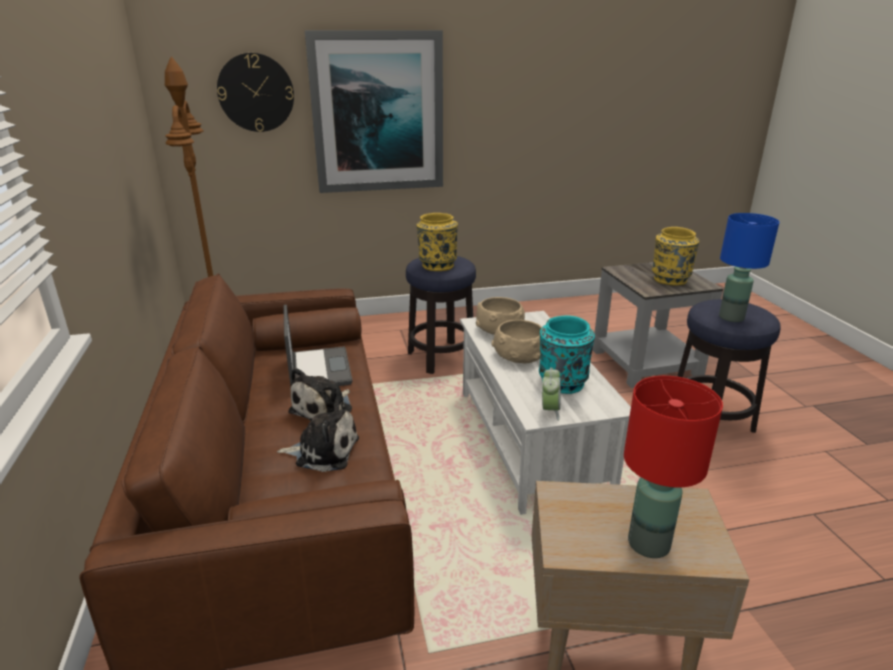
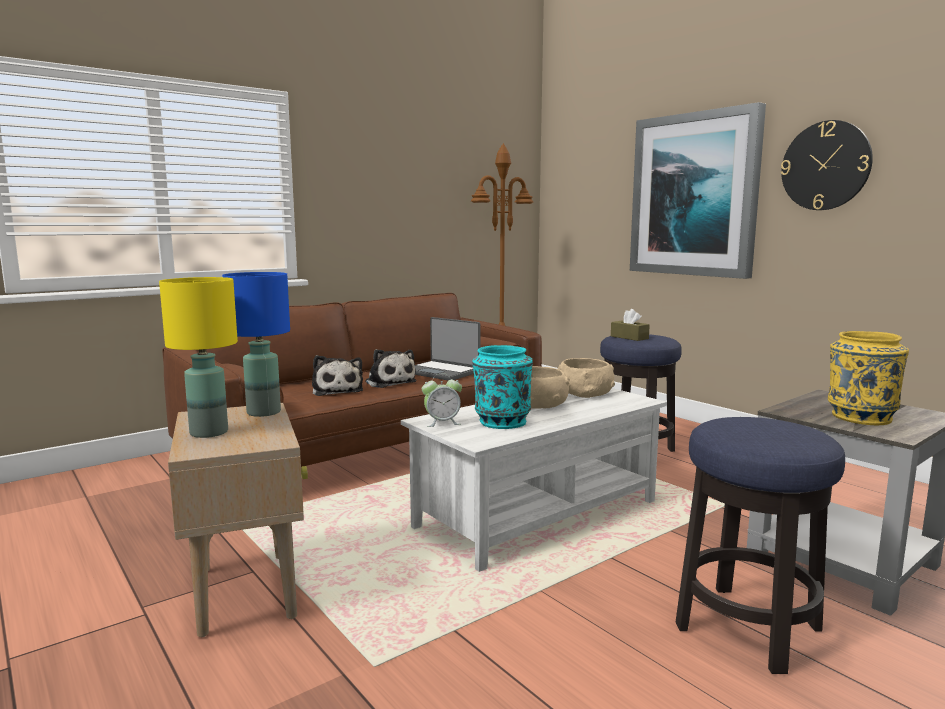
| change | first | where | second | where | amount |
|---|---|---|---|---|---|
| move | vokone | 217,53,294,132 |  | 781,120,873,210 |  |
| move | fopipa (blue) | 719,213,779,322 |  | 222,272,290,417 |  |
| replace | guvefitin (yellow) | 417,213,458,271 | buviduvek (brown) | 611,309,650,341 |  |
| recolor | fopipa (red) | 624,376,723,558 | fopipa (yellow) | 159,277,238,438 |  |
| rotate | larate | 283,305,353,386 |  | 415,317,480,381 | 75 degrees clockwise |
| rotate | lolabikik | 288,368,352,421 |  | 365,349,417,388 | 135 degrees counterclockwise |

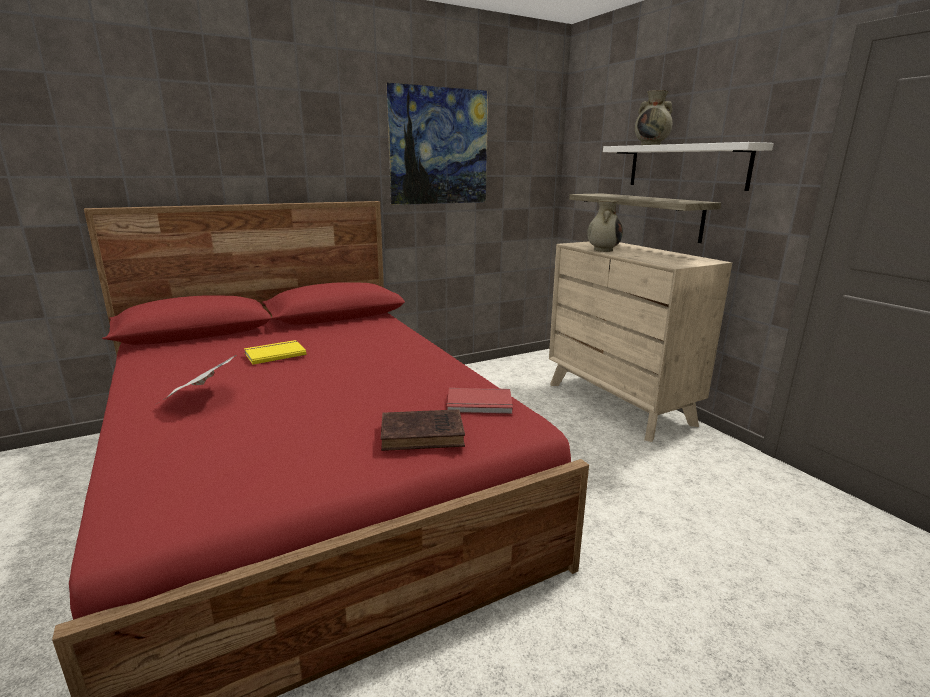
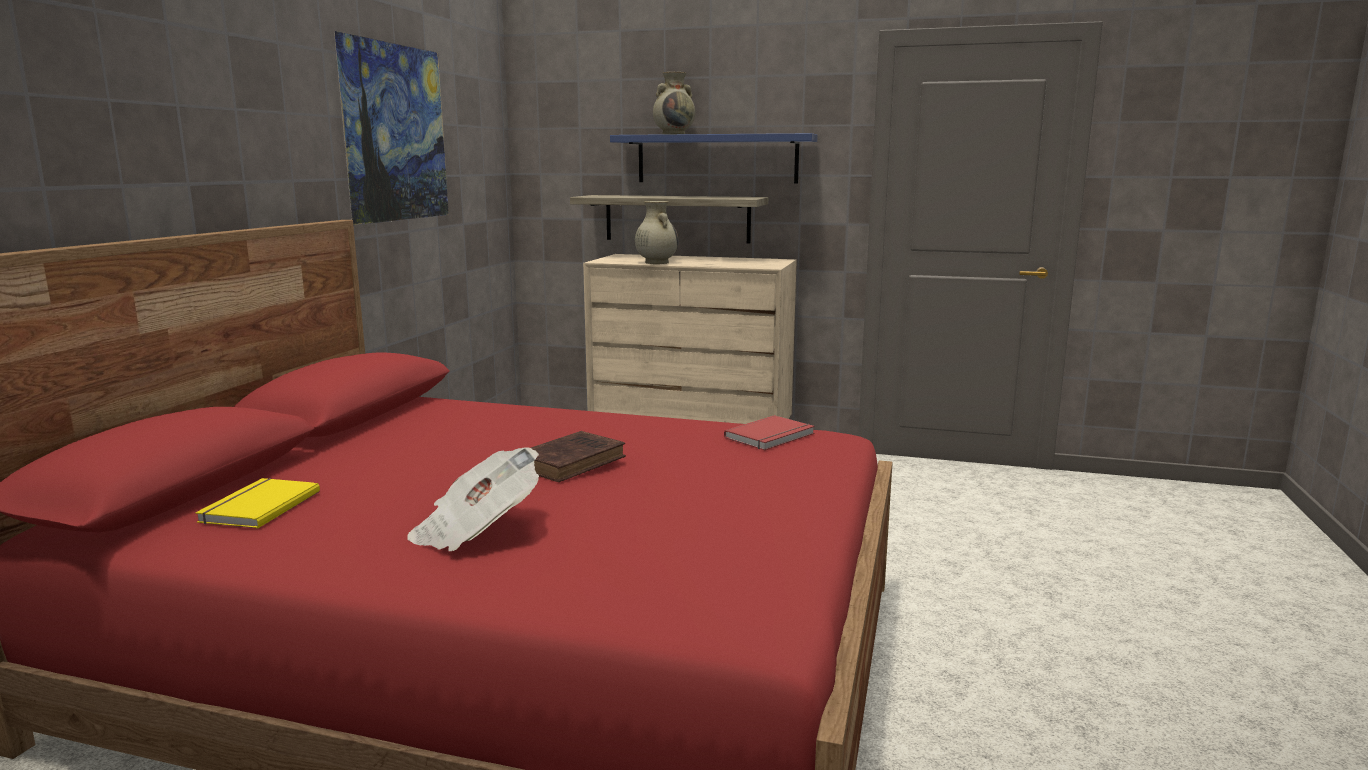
| change | first | where | second | where | amount |
|---|---|---|---|---|---|
| move | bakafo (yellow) | 244,340,306,365 |  | 195,478,320,529 |  |
| move | bakafo (brown) | 381,409,465,451 |  | 531,431,626,482 |  |
| recolor | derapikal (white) | 603,142,774,191 | derapikal (blue) | 610,133,818,183 |  |

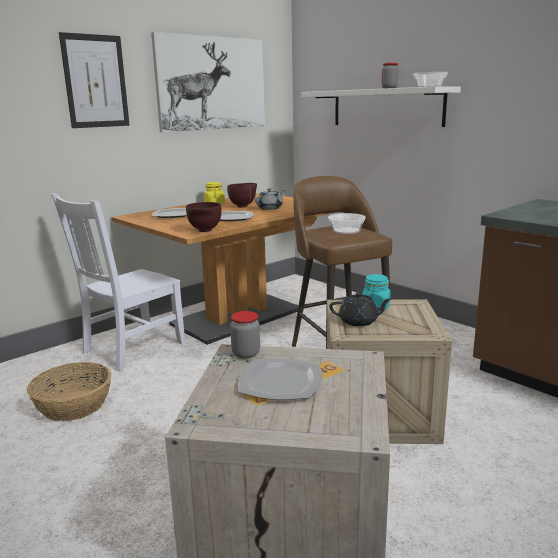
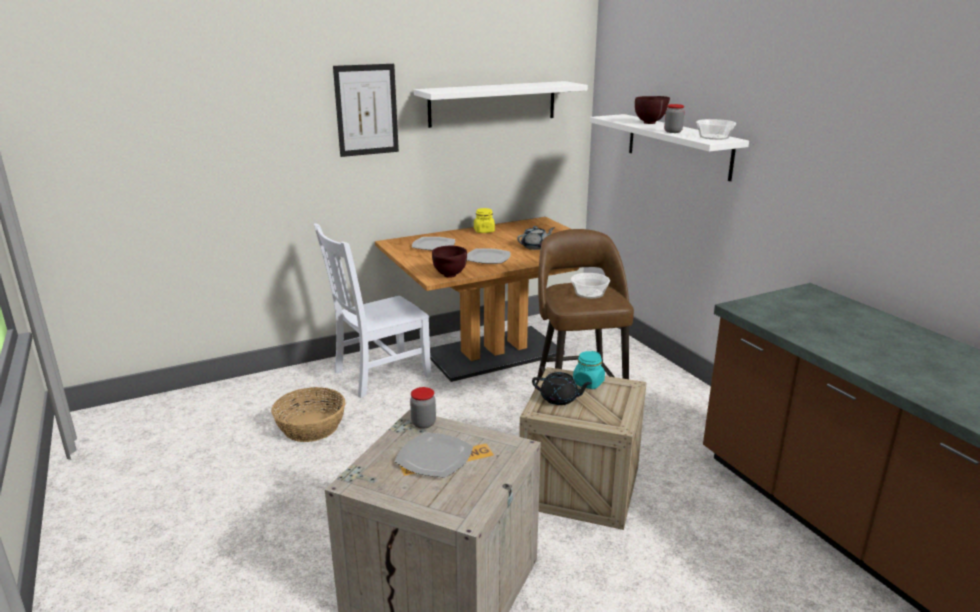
| change | first | where | second | where | amount |
|---|---|---|---|---|---|
| move | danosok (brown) | 227,183,257,208 |  | 635,96,670,124 |  |
| replace | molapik | 151,32,265,133 | derapikal (white) | 414,81,588,128 |  |

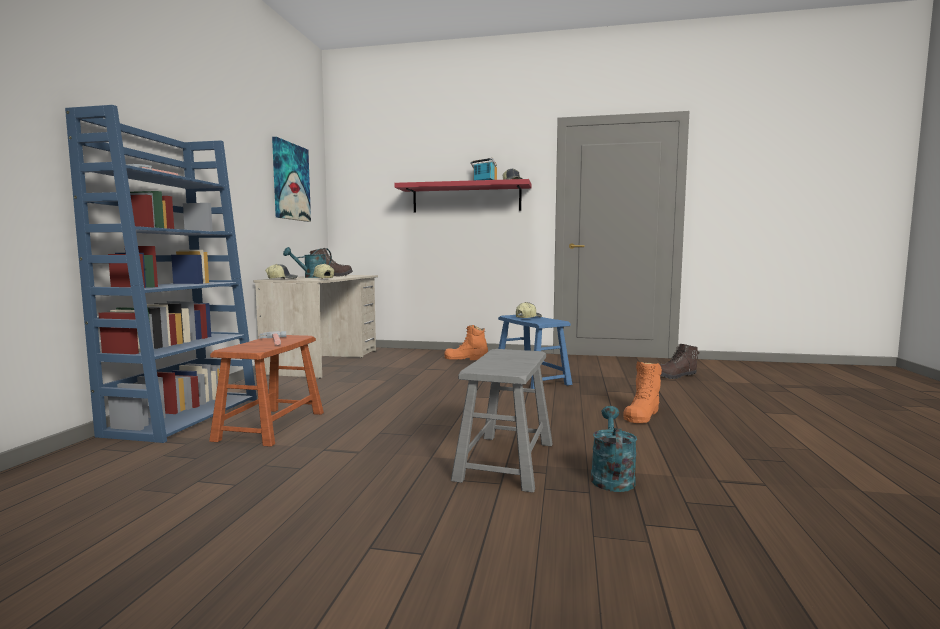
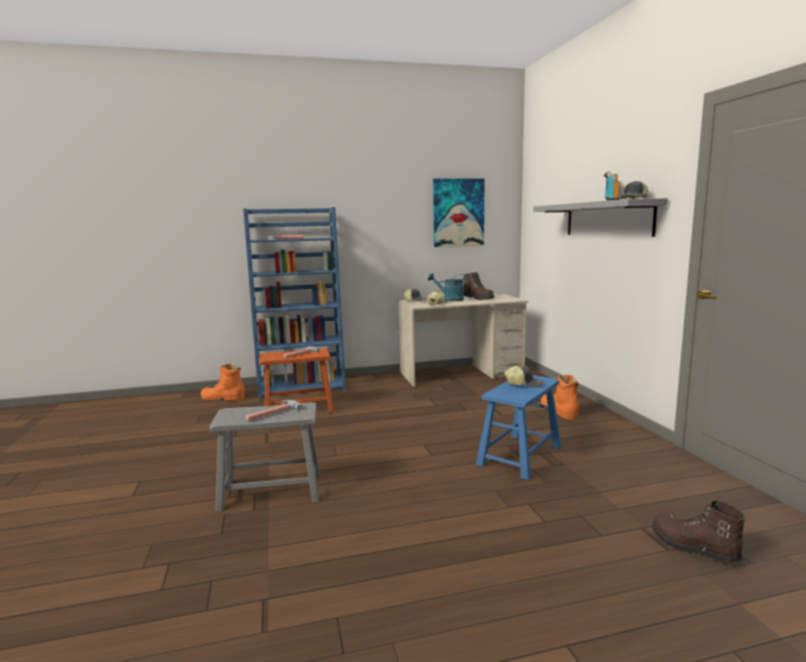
| change | first | where | second | where | amount |
|---|---|---|---|---|---|
| delete | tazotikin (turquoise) | 591,406,637,492 |  |  |  |
| insert |  |  | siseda | 246,400,303,421 |  |
| move | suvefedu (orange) | 623,361,662,423 |  | 201,364,245,401 |  |
| recolor | derapikal (red) | 394,179,531,212 | derapikal (grey) | 533,198,668,237 |  |

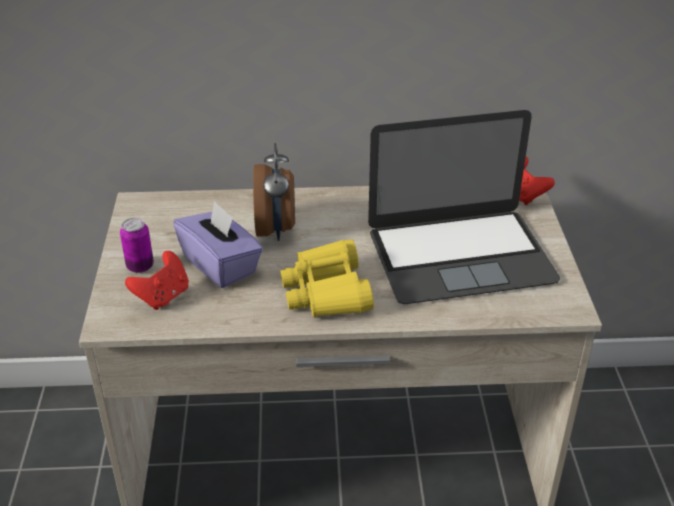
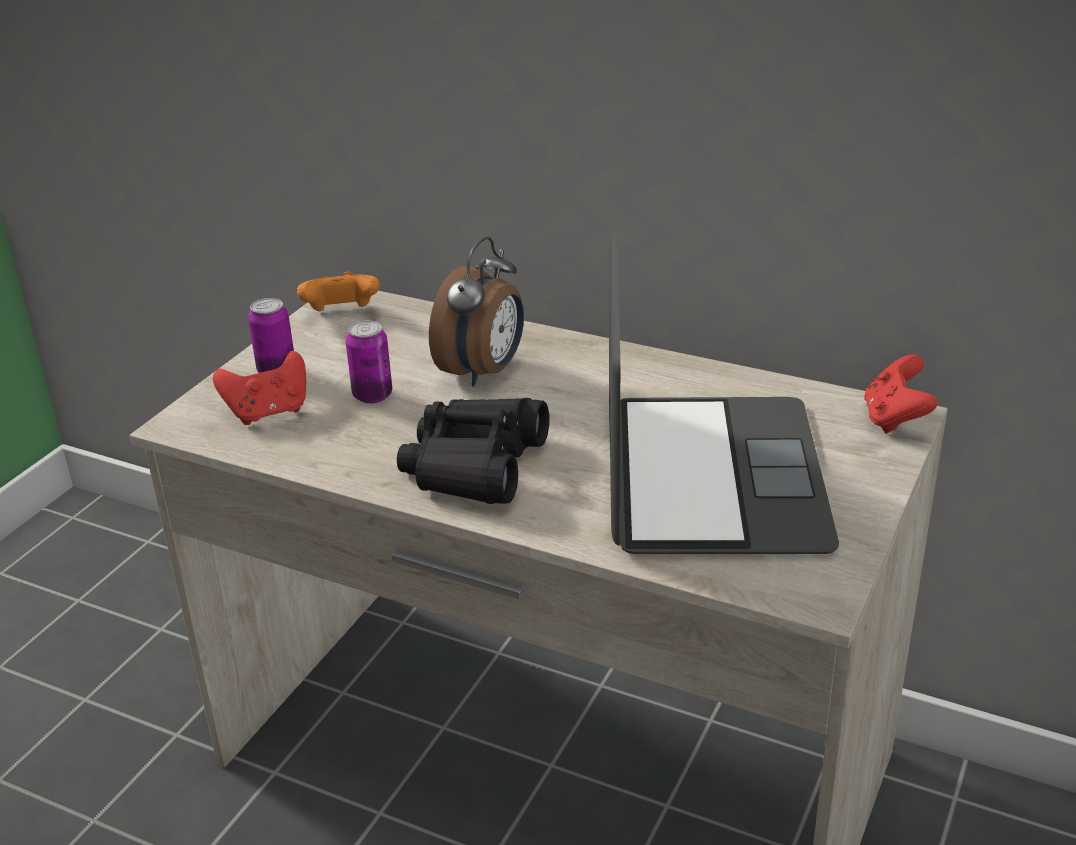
| change | first | where | second | where | amount |
|---|---|---|---|---|---|
| insert |  |  | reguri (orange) | 297,271,380,311 |  |
| replace | buviduvek (purple) | 173,201,263,288 | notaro | 345,320,392,404 |  |
| recolor | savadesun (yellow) | 280,239,374,317 | savadesun (black) | 397,398,549,504 |  |
| rotate | larate | 368,110,560,304 |  | 609,232,839,554 | 105 degrees counterclockwise |

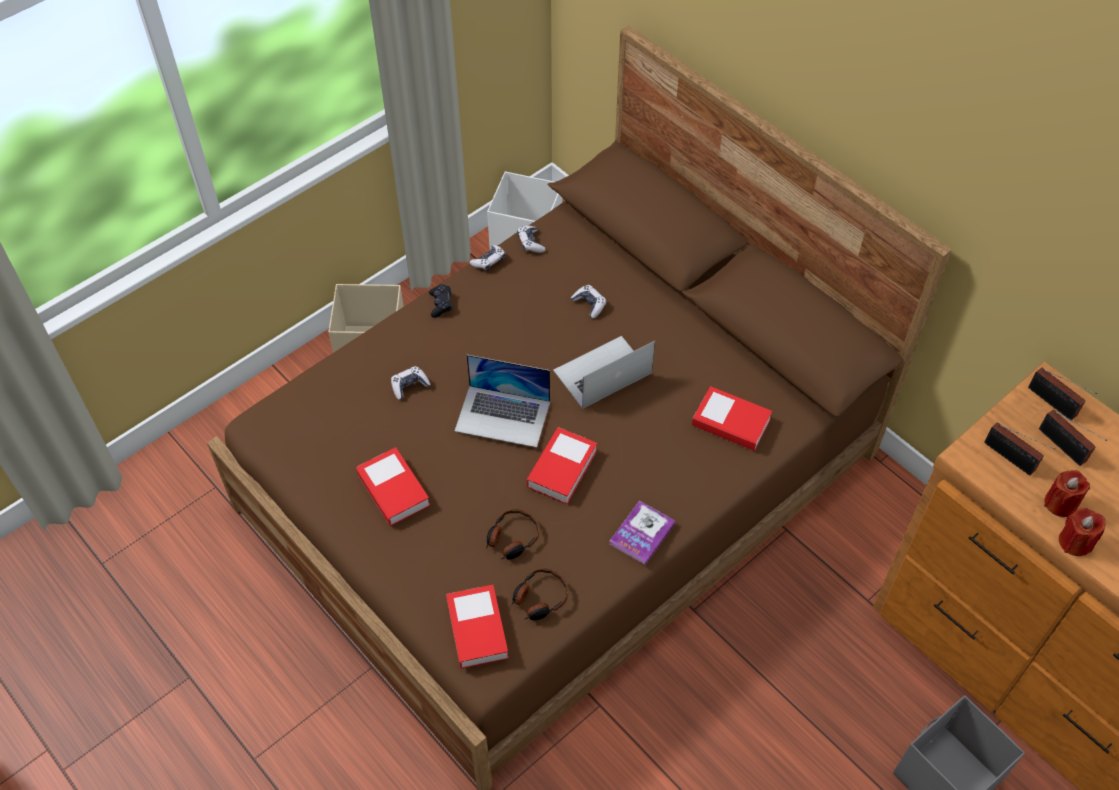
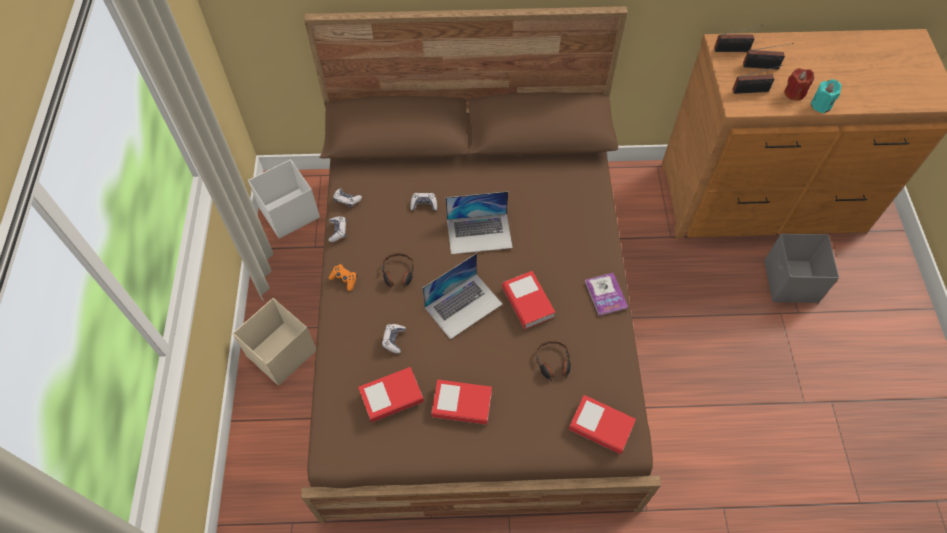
| change | first | where | second | where | amount |
|---|---|---|---|---|---|
| move | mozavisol | 511,568,568,620 |  | 382,253,414,288 |  |
| move | bakafo | 692,386,772,451 |  | 358,367,424,423 |  |
| recolor | reguri (black) | 429,284,452,318 | reguri (orange) | 329,264,357,291 |  |
| recolor | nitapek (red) | 1059,508,1106,556 | nitapek (turquoise) | 811,79,841,113 |  |
| rotate | larate | 553,336,655,408 |  | 446,191,513,254 | 105 degrees counterclockwise |

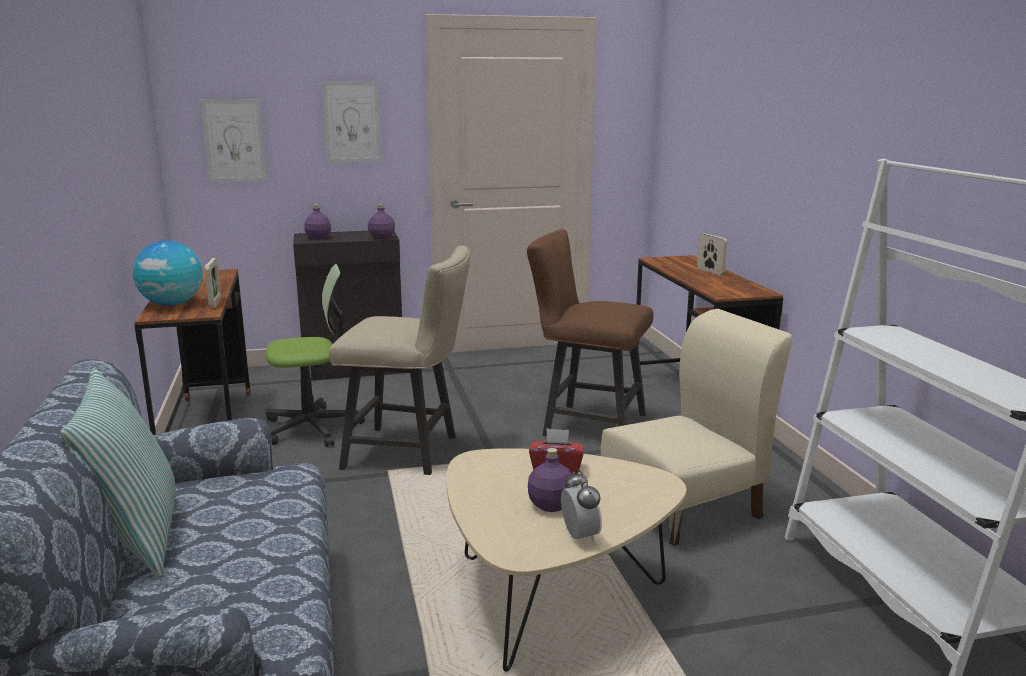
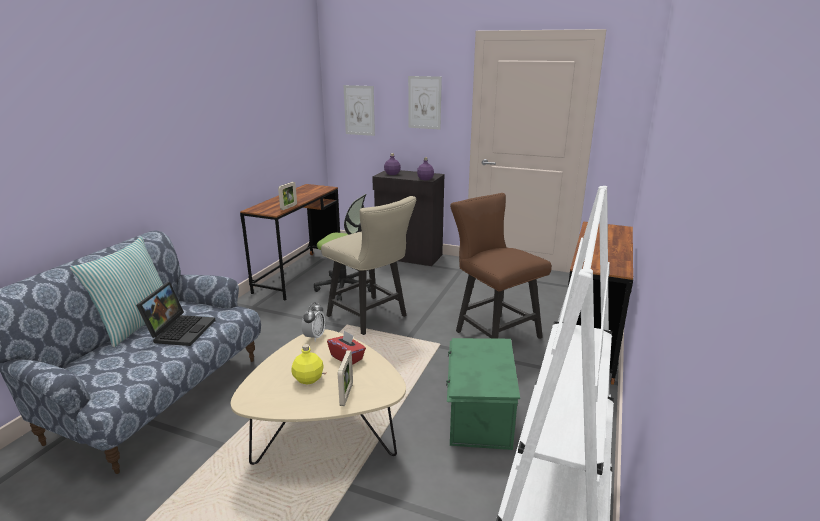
| change | first | where | second | where | amount |
|---|---|---|---|---|---|
| delete | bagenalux | 133,241,203,306 |  |  |  |
| insert |  |  | larate | 136,282,216,346 |  |
| move | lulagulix | 561,469,602,543 |  | 302,302,325,342 |  |
| move | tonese | 697,233,727,275 |  | 338,350,353,406 |  |
| replace | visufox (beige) | 601,309,792,546 | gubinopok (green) | 446,338,520,450 |  |
| recolor | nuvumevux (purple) | 528,448,575,512 | nuvumevux (yellow) | 292,344,324,385 |  |

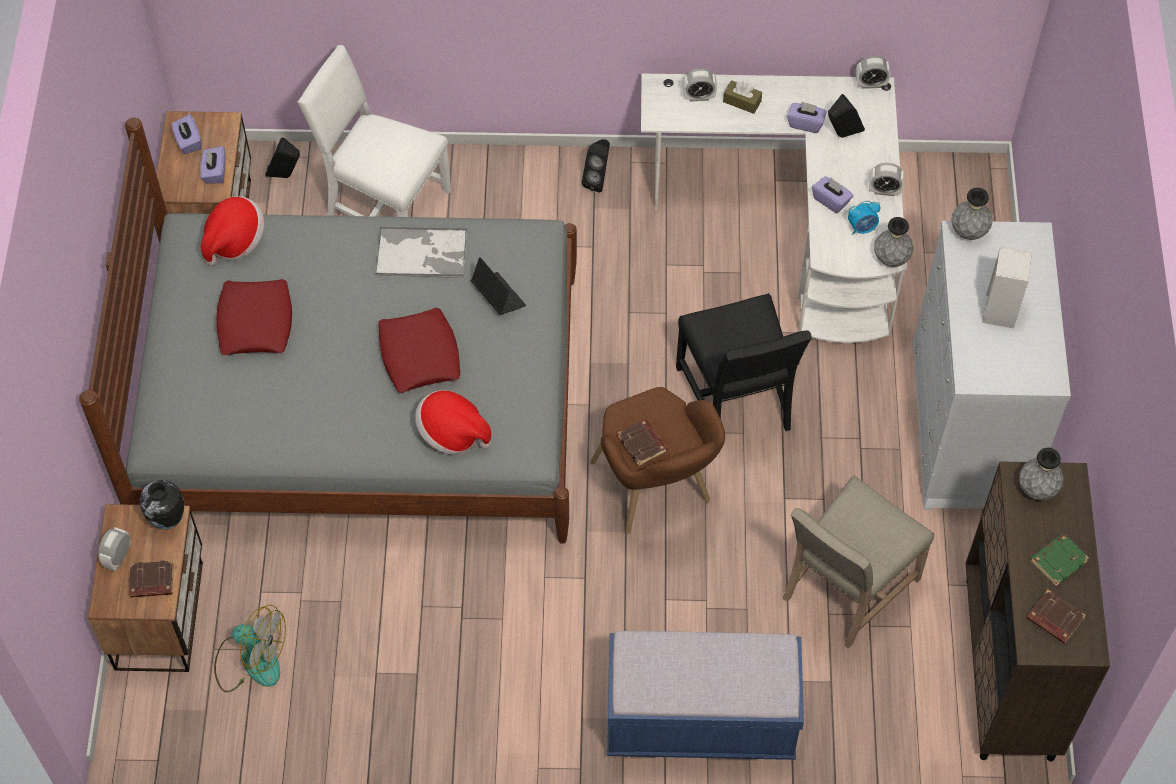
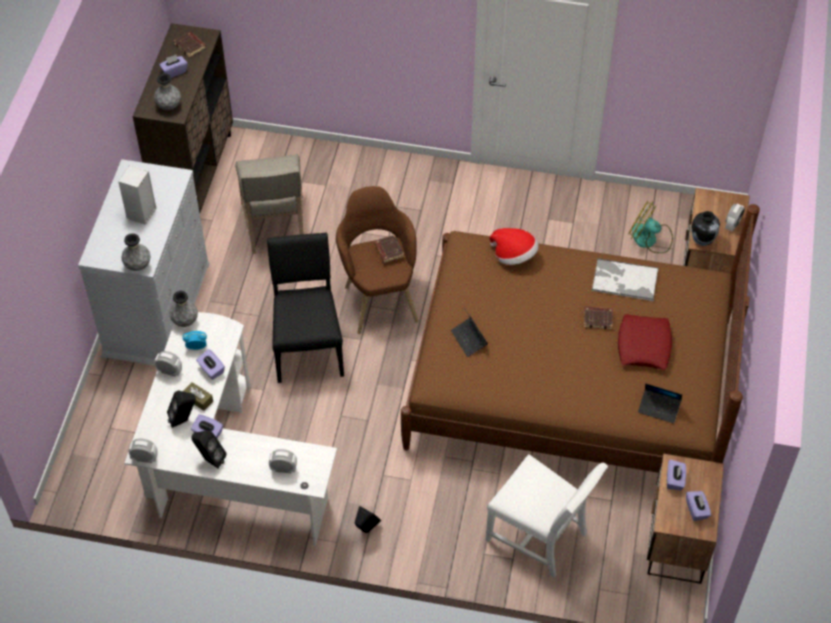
| change | first | where | second | where | amount |
|---|---|---|---|---|---|
| delete | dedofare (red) | 378,308,460,393 |  |  |  |
| delete | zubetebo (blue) | 607,631,804,760 |  |  |  |
| move | bakafo (brown) | 129,560,174,598 |  | 584,306,613,329 |  |
| move | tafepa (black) | 265,137,300,178 |  | 191,431,227,469 |  |
| move | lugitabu | 375,227,467,278 |  | 591,258,659,301 |  |
| move | buviduvek (brown) | 723,80,762,114 |  | 183,382,213,411 |  |
| replace | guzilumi | 201,196,264,266 | larate | 638,383,682,424 |  |
| replace | bakafo (green) | 1030,533,1089,586 | buviduvek (purple) | 159,55,188,78 |  |
| recolor | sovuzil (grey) | 79,118,577,544 | sovuzil (brown) | 401,204,760,473 |  |
| rotate | visufox (beige) | 783,475,934,649 |  | 235,154,304,254 | 120 degrees clockwise |

